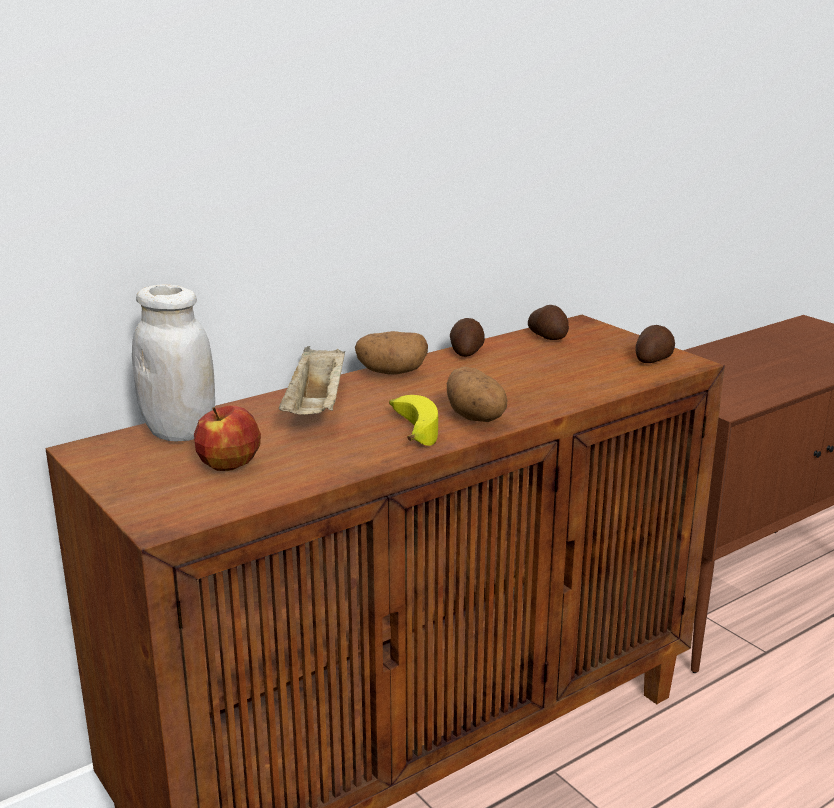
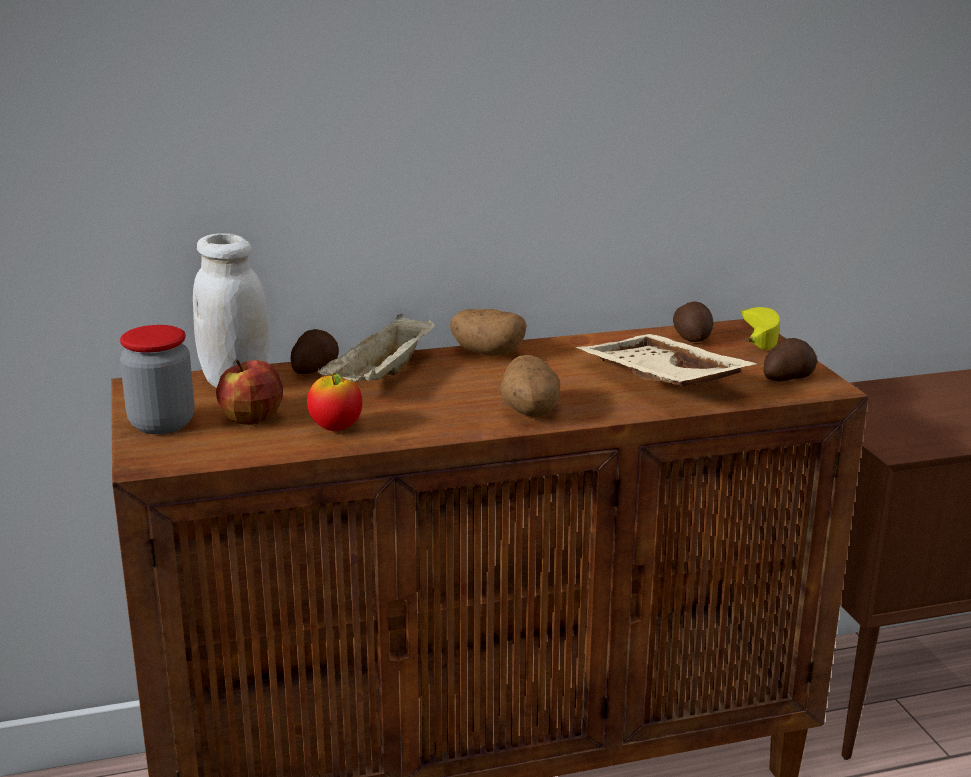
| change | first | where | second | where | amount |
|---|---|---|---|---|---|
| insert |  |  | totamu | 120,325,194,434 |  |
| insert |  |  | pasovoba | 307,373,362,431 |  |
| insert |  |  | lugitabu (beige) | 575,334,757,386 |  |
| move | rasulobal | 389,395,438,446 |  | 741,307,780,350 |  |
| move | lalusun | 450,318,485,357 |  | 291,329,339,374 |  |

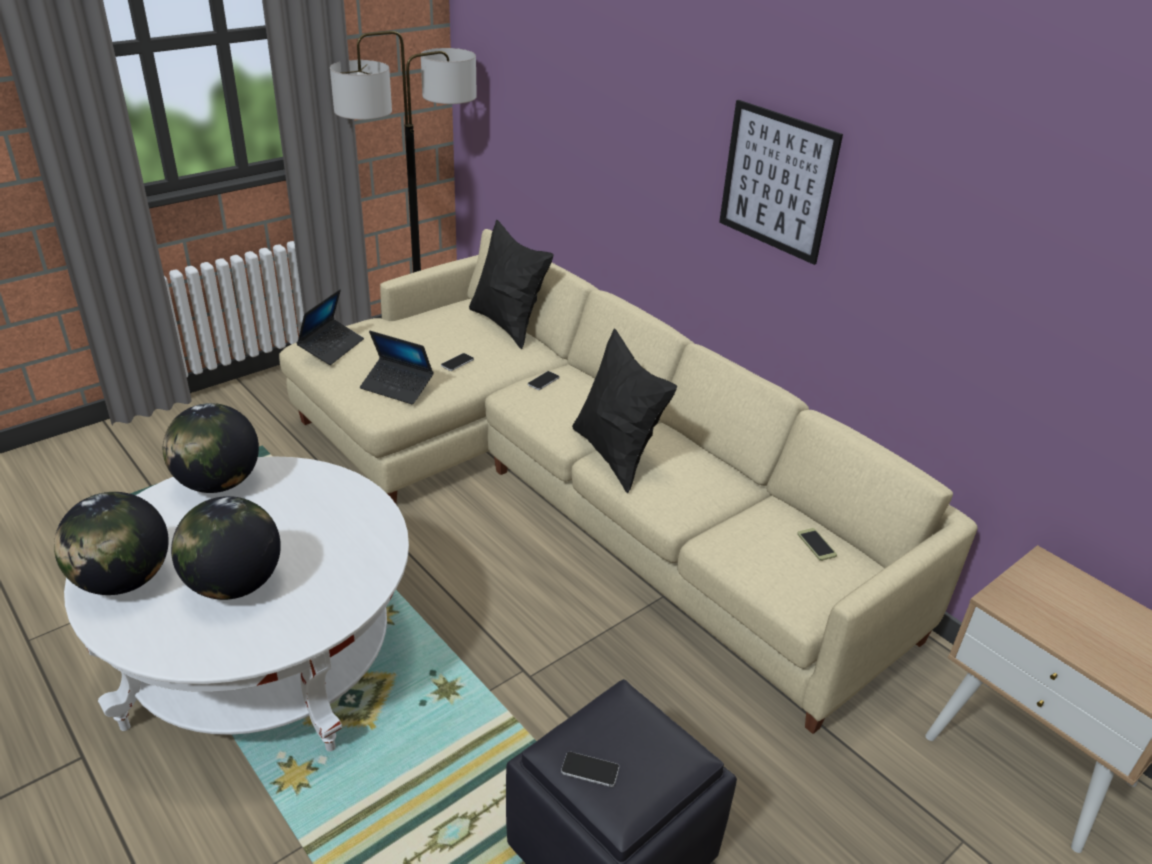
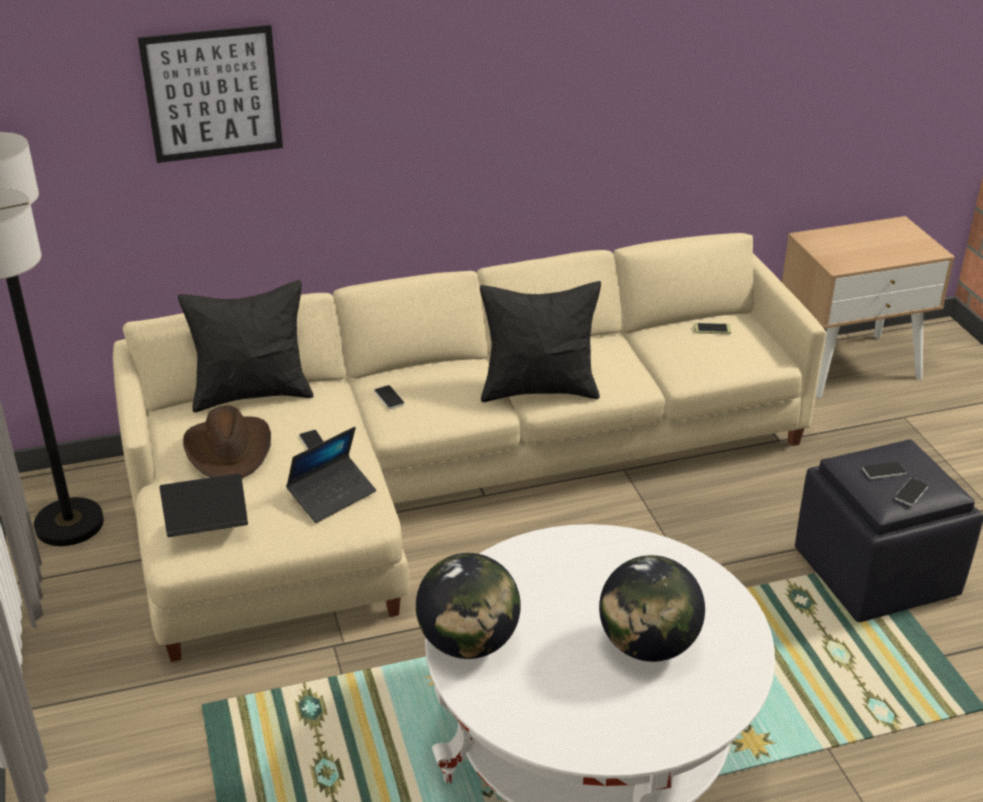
| change | first | where | second | where | amount |
|---|---|---|---|---|---|
| delete | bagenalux | 54,492,169,595 |  |  |  |
| insert |  |  | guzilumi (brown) | 183,405,271,478 |  |
| insert |  |  | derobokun | 862,462,907,479 |  |
| move | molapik | 719,100,843,265 |  | 138,25,283,163 |  |
| rotate | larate | 297,289,364,365 |  | 159,473,248,537 | 60 degrees counterclockwise |

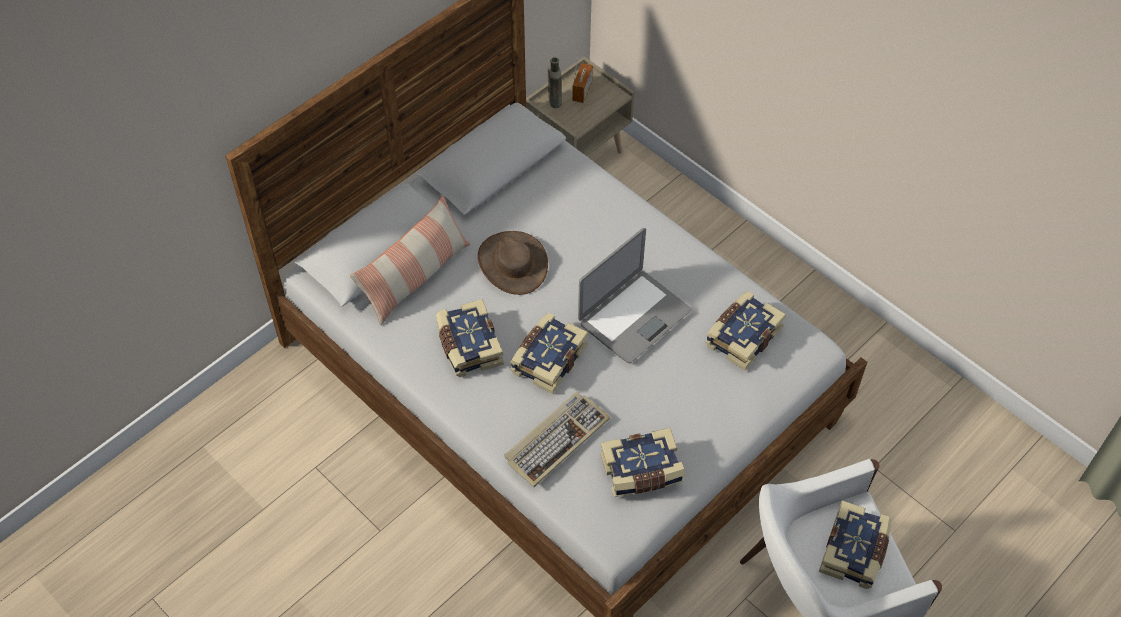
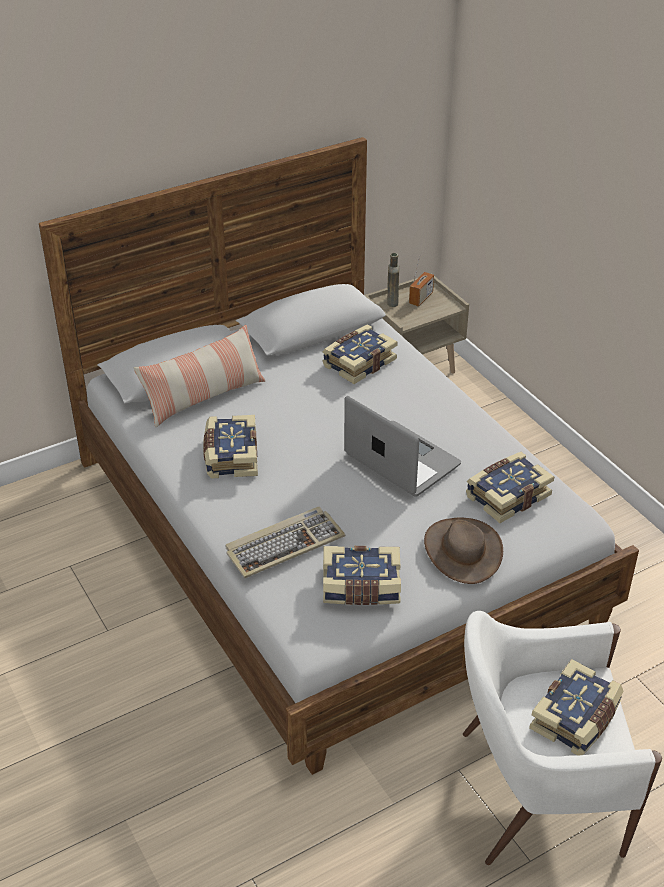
| change | first | where | second | where | amount |
|---|---|---|---|---|---|
| move | guzilumi (brown) | 478,231,548,295 |  | 424,517,503,584 |  |
| move | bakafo | 510,312,588,394 |  | 323,324,398,384 |  |
| rotate | larate | 578,228,691,363 |  | 344,396,461,497 | 105 degrees counterclockwise |

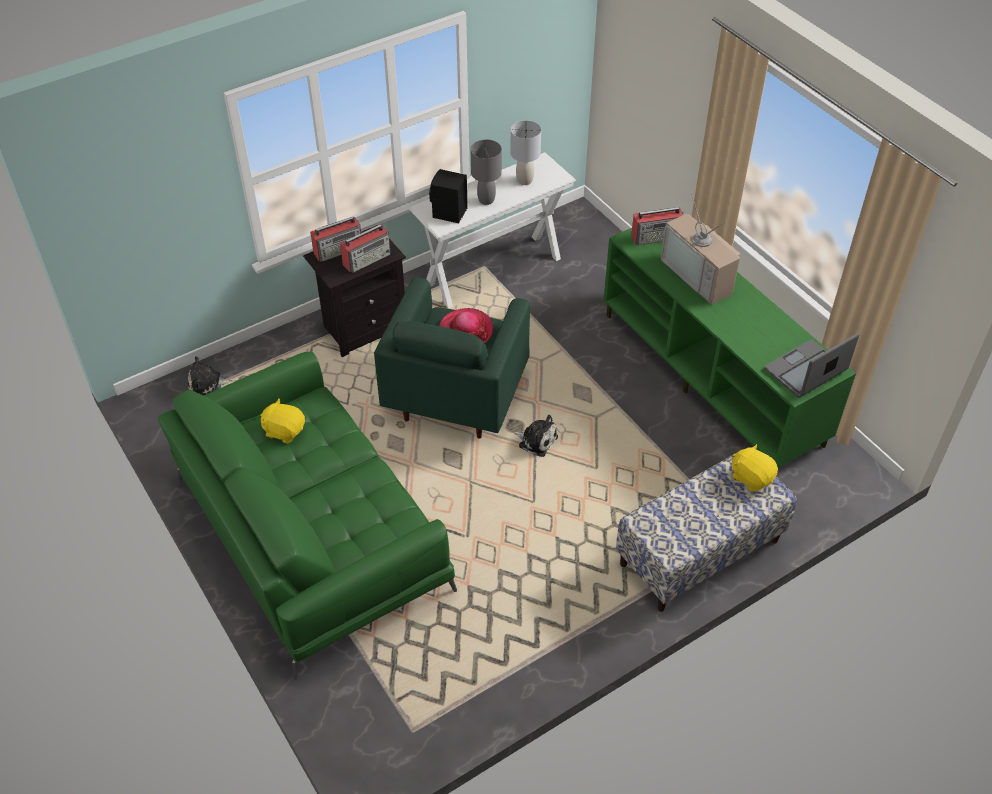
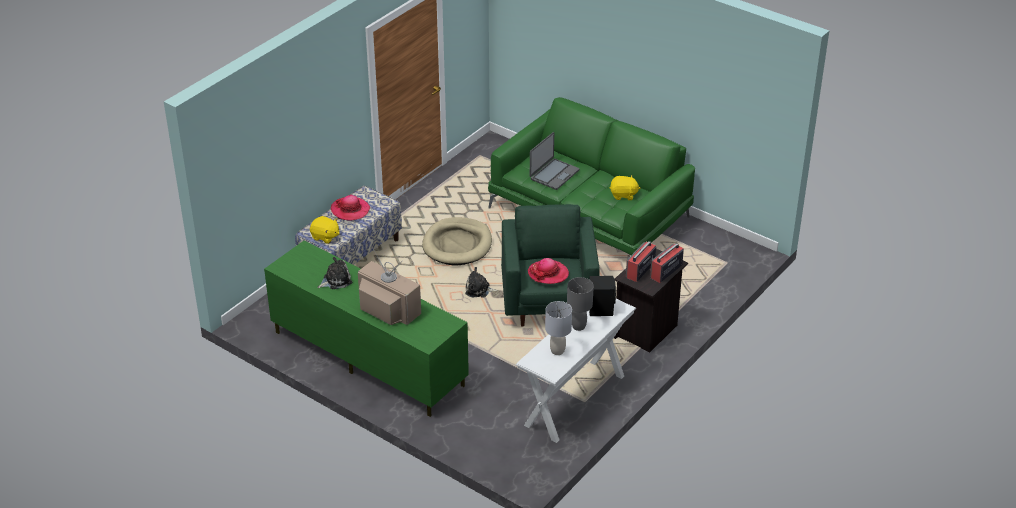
| change | first | where | second | where | amount |
|---|---|---|---|---|---|
| delete | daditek | 631,207,684,245 |  |  |  |
| insert |  |  | guzilumi | 331,194,370,221 |  |
| insert |  |  | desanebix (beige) | 422,217,492,265 |  |
| move | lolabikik | 188,356,232,396 |  | 317,257,352,289 |  |
| move | larate | 764,333,860,398 |  | 530,132,580,190 |  |

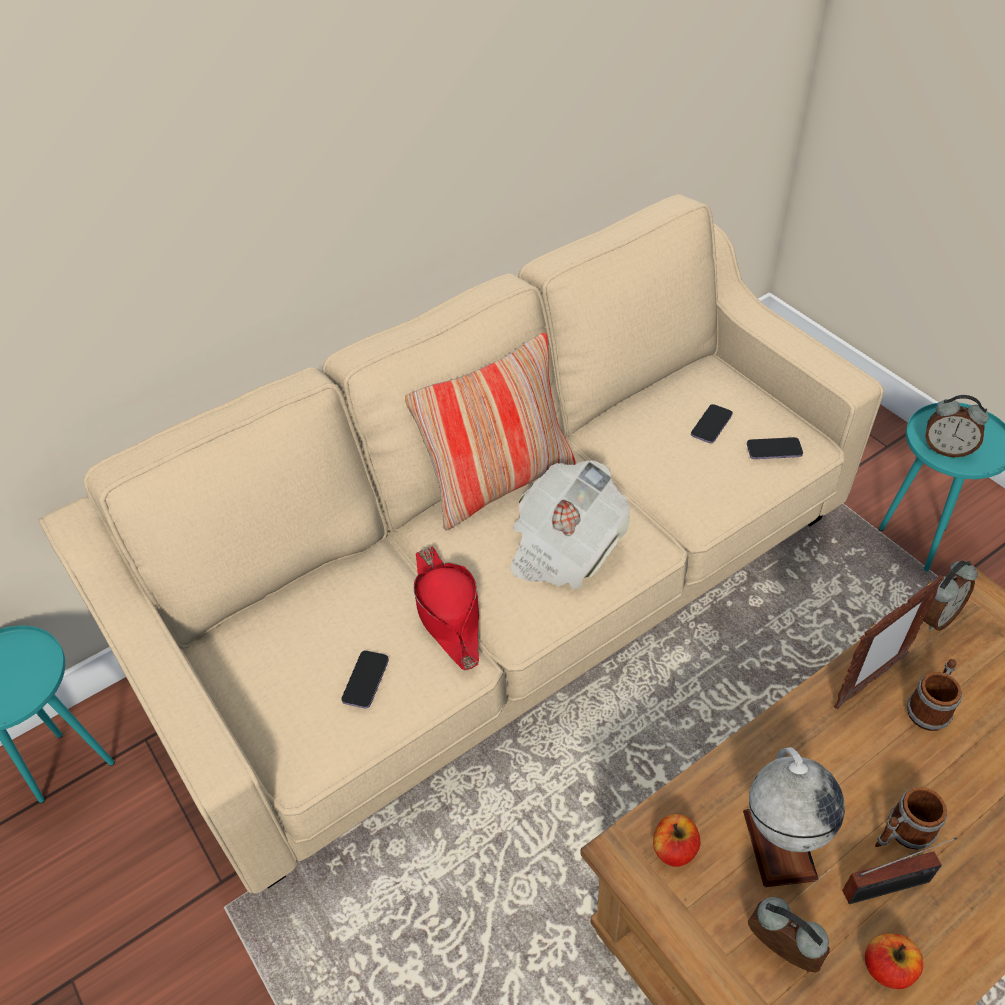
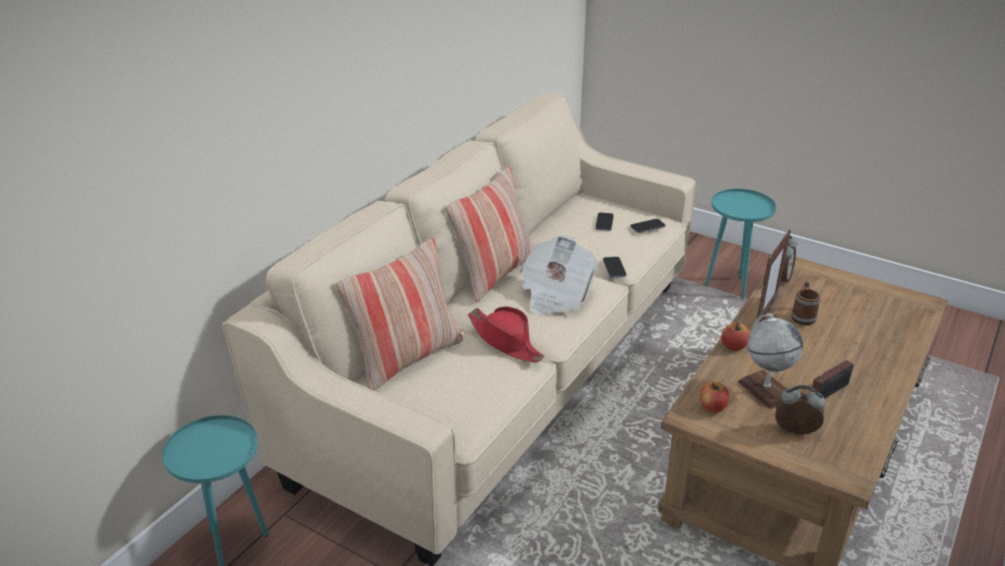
| change | first | where | second | where | amount |
|---|---|---|---|---|---|
| delete | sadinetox | 875,787,948,850 |  |  |  |
| delete | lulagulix | 925,395,989,457 |  |  |  |
| insert |  |  | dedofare | 336,238,463,391 |  |
| move | derobokun | 341,650,389,709 |  | 603,257,627,278 |  |
| move | pasovoba | 865,934,923,989 |  | 721,323,750,351 |  |

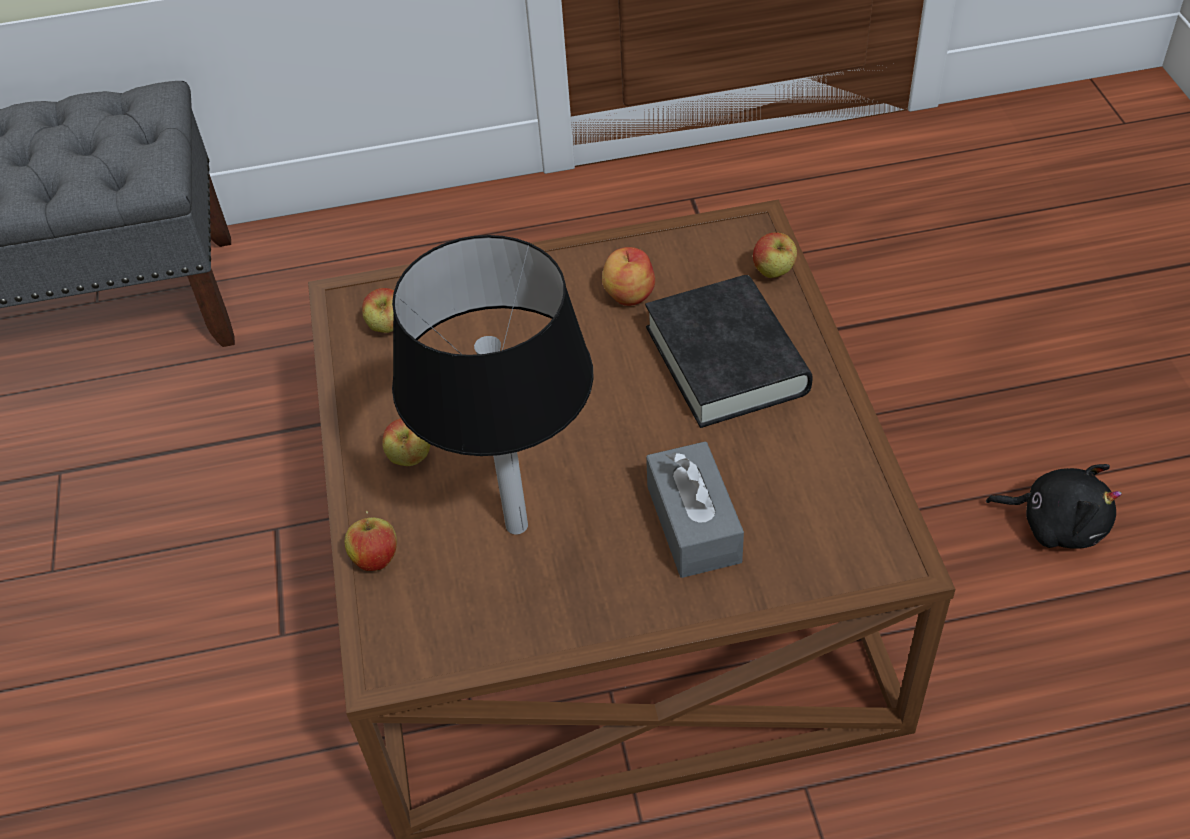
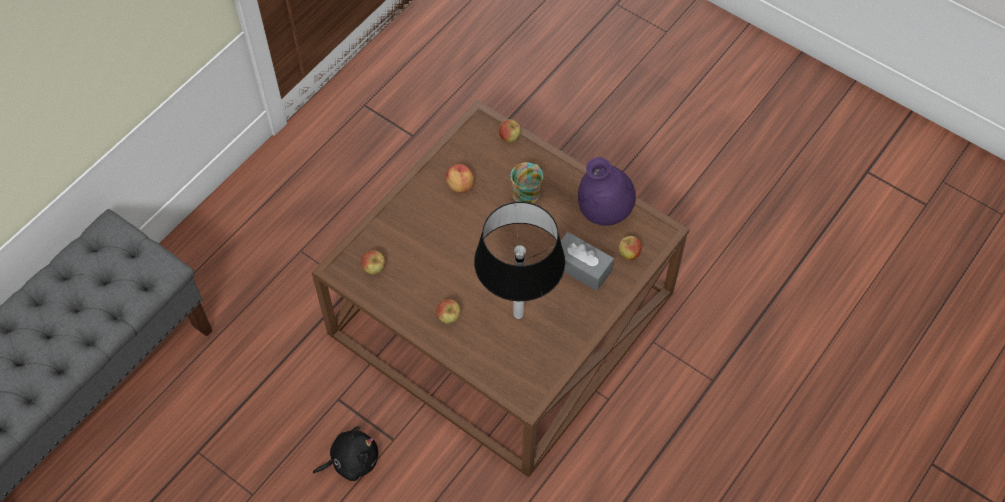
| change | first | where | second | where | amount |
|---|---|---|---|---|---|
| insert |  |  | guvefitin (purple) | 578,157,636,226 |  |
| move | pasovoba | 344,511,397,571 |  | 619,236,642,260 |  |
| move | lolabikik (black) | 986,464,1122,549 |  | 313,426,378,481 |  |
| replace | bakafo (black) | 645,275,813,428 | sadinetox | 511,162,543,204 |  |

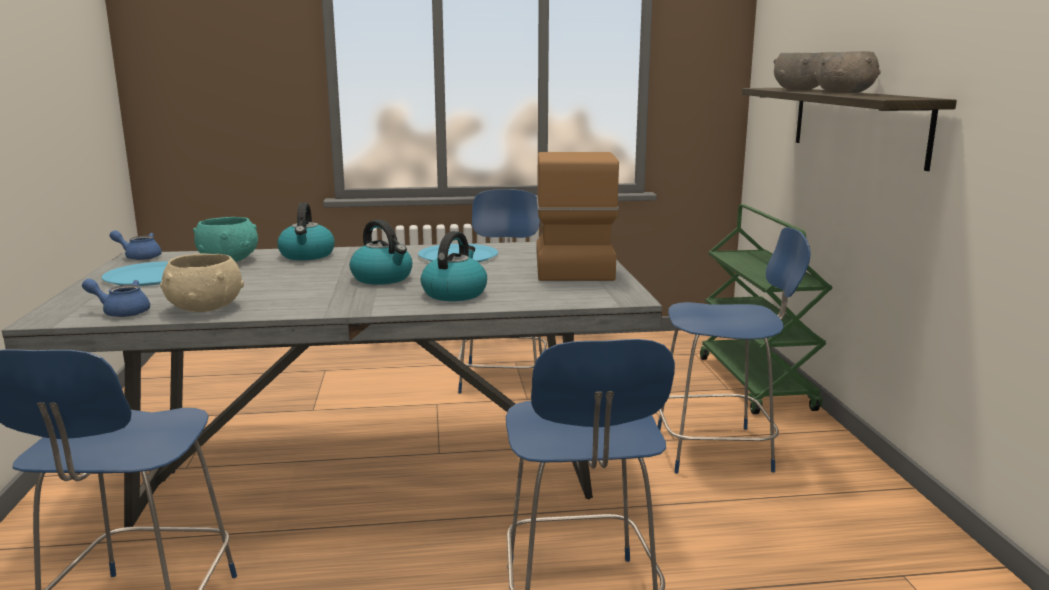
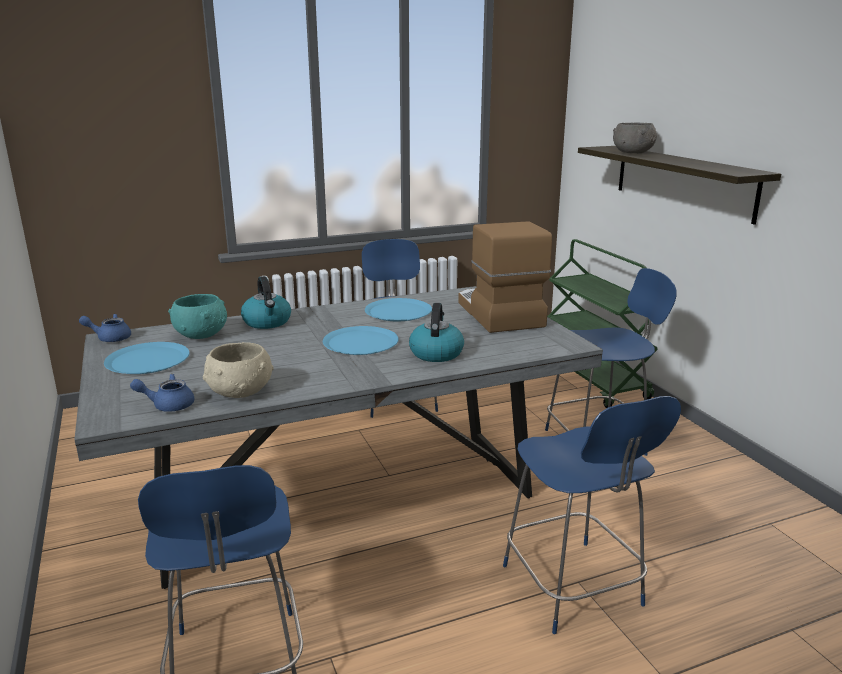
| change | first | where | second | where | amount |
|---|---|---|---|---|---|
| delete | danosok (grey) | 814,51,881,93 |  |  |  |
| replace | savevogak | 350,220,412,285 | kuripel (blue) | 323,326,399,355 |  |

